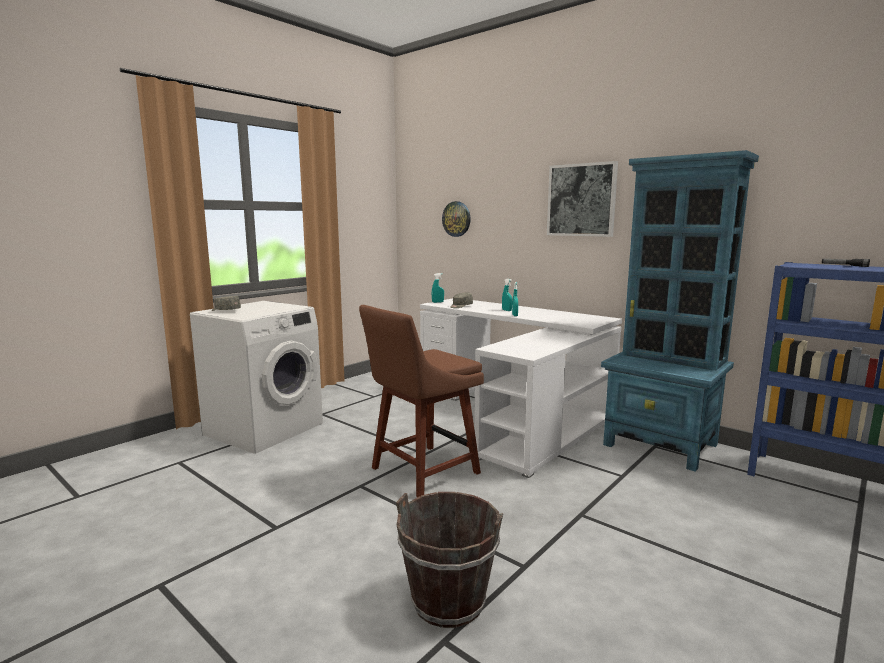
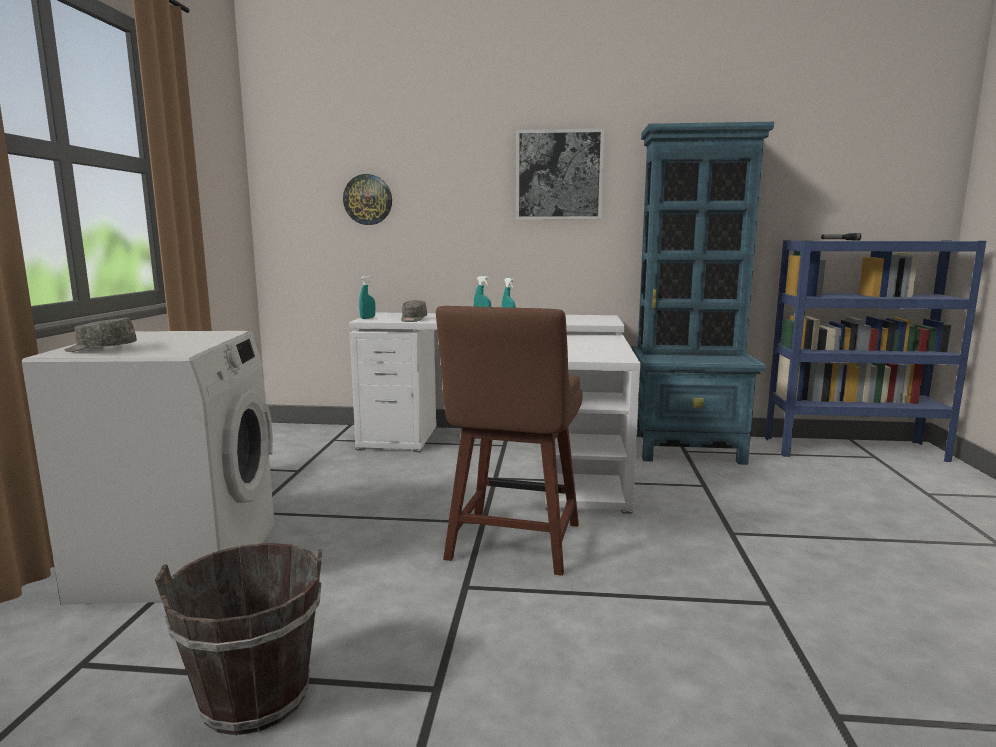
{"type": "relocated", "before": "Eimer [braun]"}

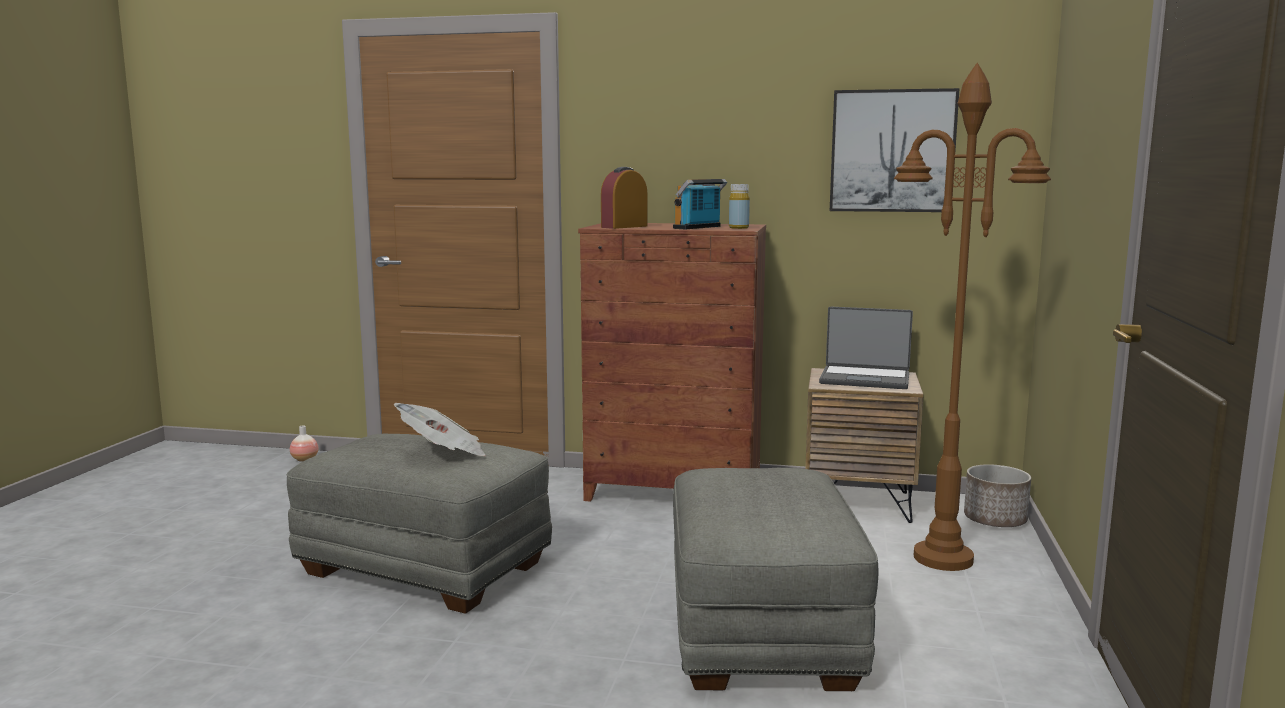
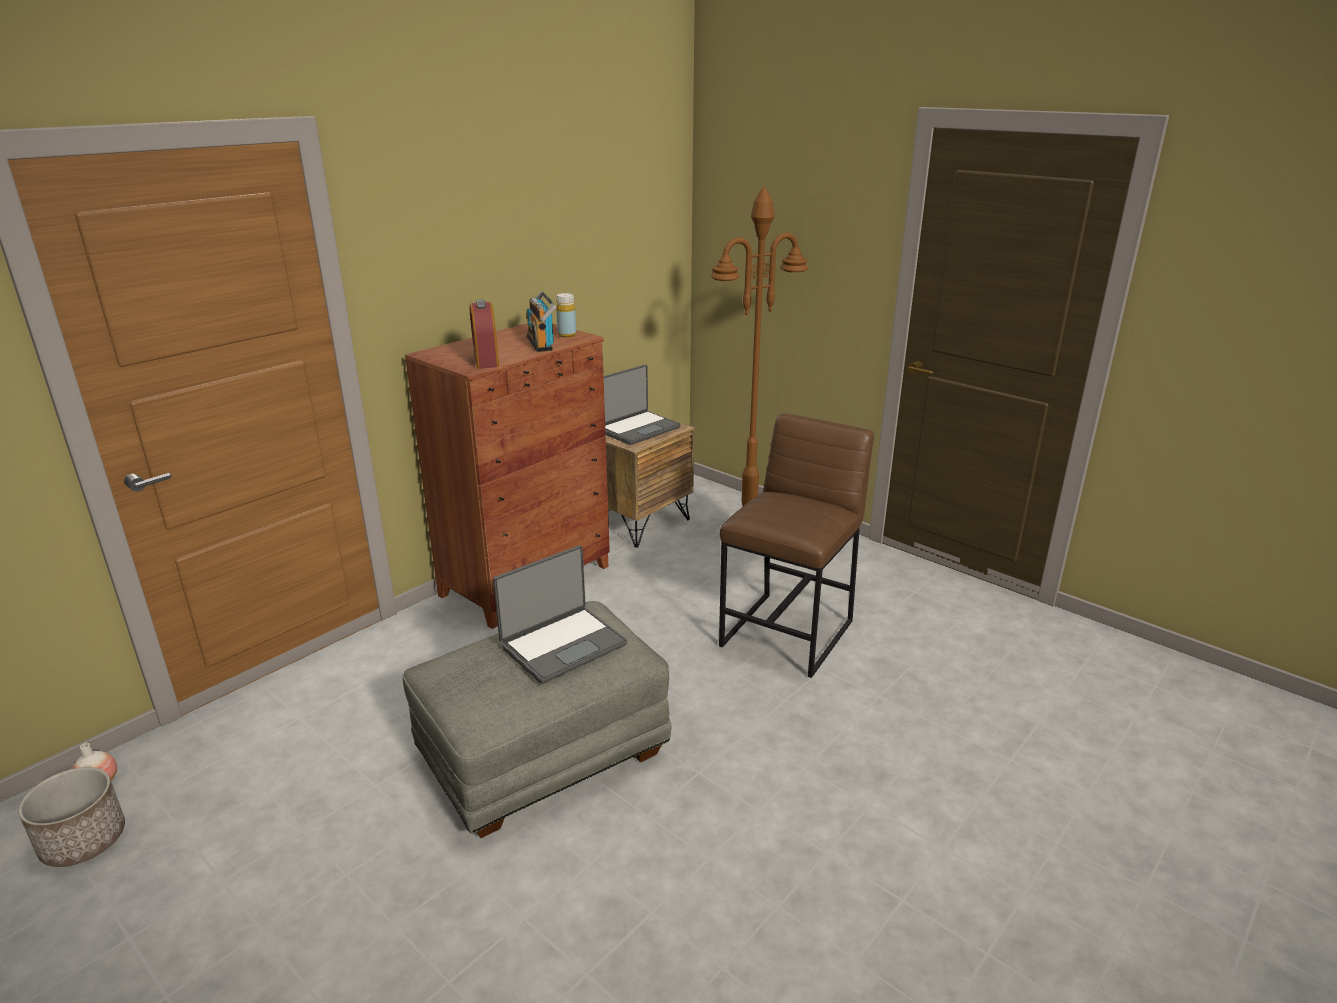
{"type": "exchanged", "before": "Zeitung", "after": "Laptop (no. 1 from left)"}
{"type": "exchanged", "before": "Polsterhocker [grau] (no. 2 from left)", "after": "Stuhl [braun]"}
{"type": "missing", "before": "Bild"}
{"type": "relocated", "before": "Pflanzkübel"}

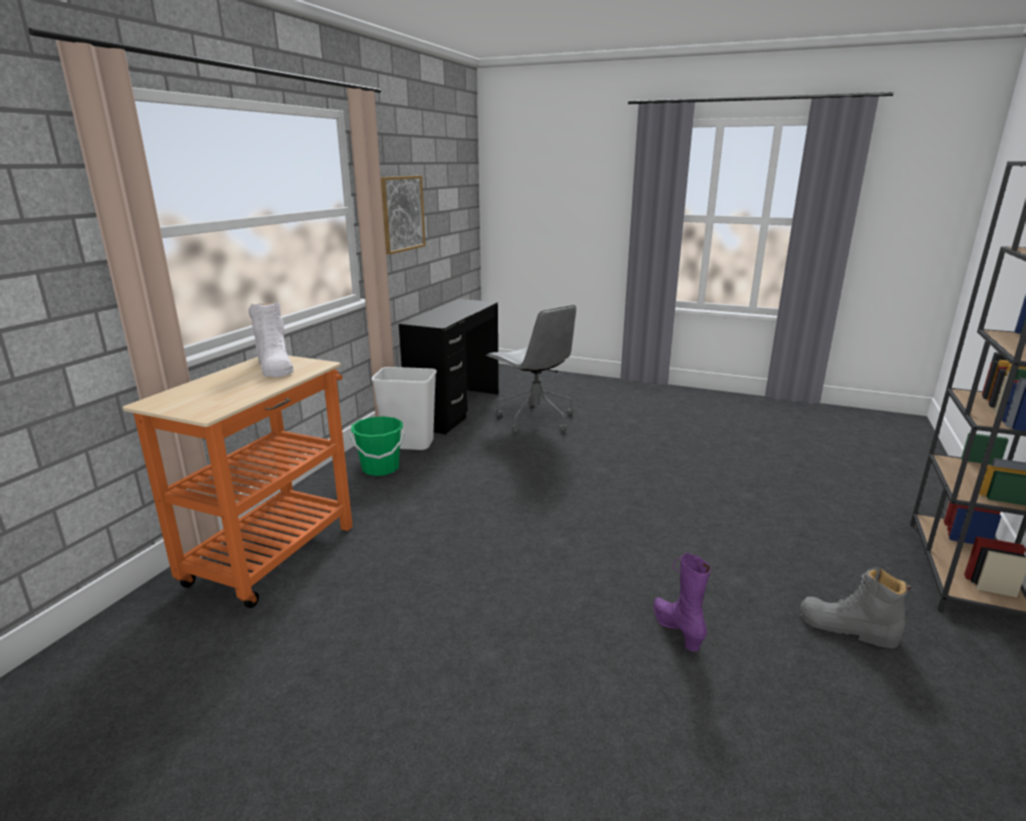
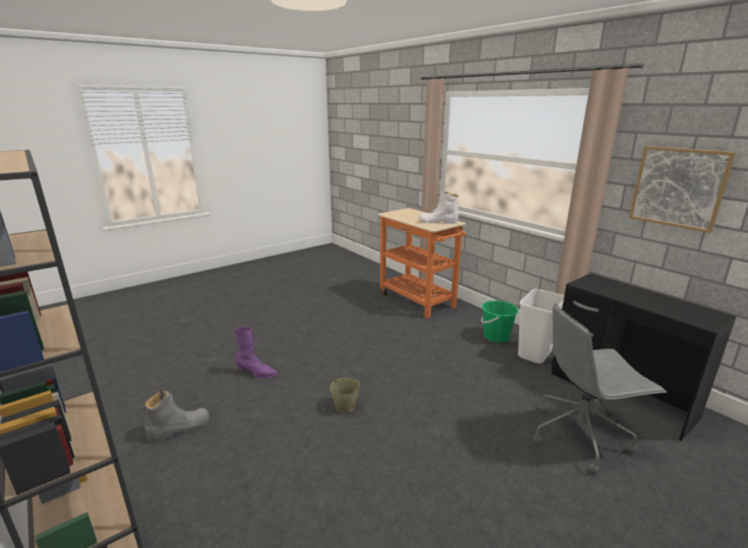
{"type": "appeared", "after": "Eimer [beige]"}

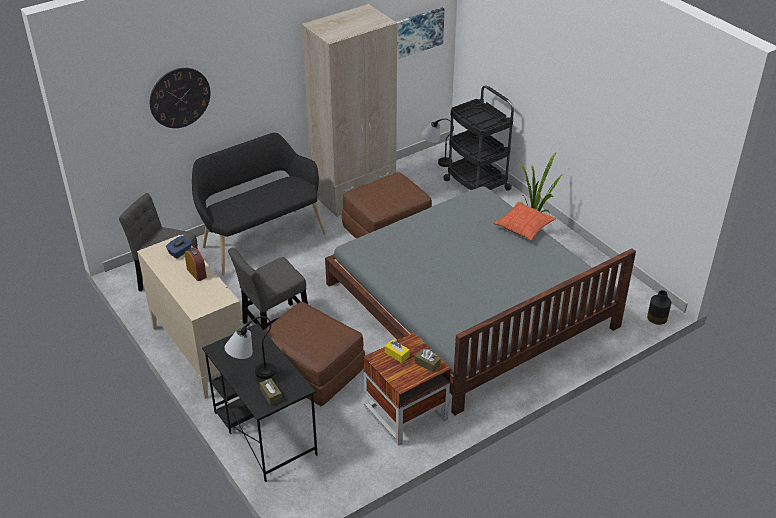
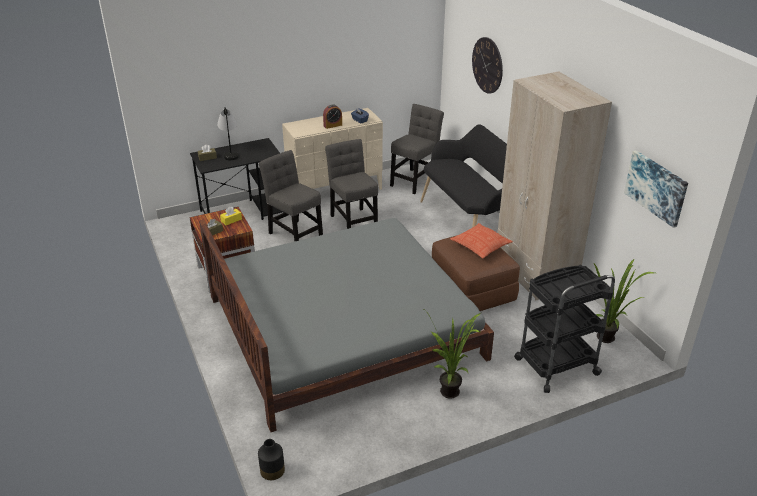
{"type": "exchanged", "before": "Polsterhocker [braun] (no. 1 from left)", "after": "Stuhl [grau] (no. 1 from left)"}
{"type": "exchanged", "before": "Tischlampe (no. 2 from left)", "after": "Topfpflanze (no. 2 from left)"}
{"type": "relocated", "before": "Kissen [orange]"}

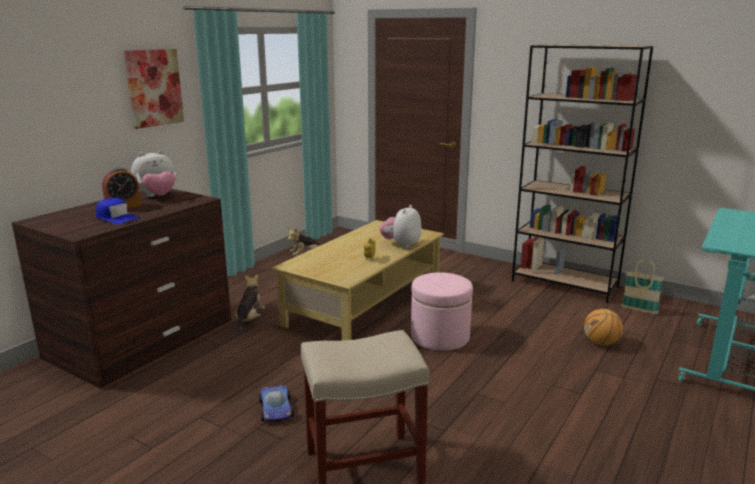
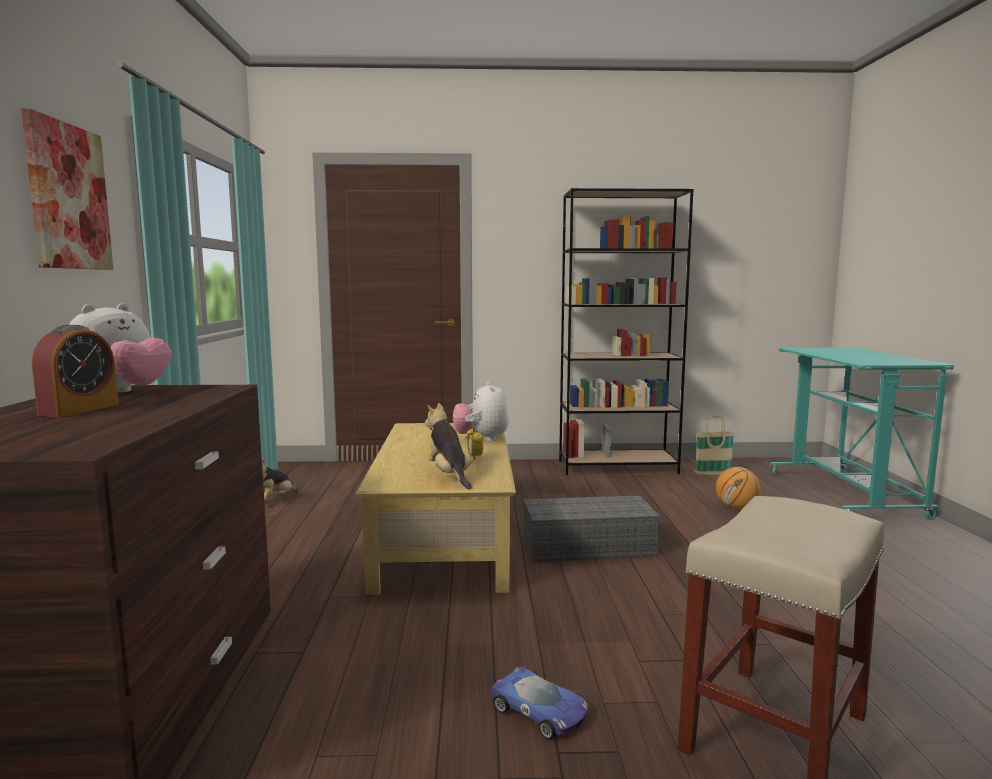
{"type": "missing", "before": "Kappe [blau]"}
{"type": "relocated", "before": "Plüschtier (no. 2 from left in the first image)", "after": "Plüschtier (no. 3 from left)"}
{"type": "exchanged", "before": "Polsterhocker [rosa]", "after": "Aufbewahrungsbox [grau]"}

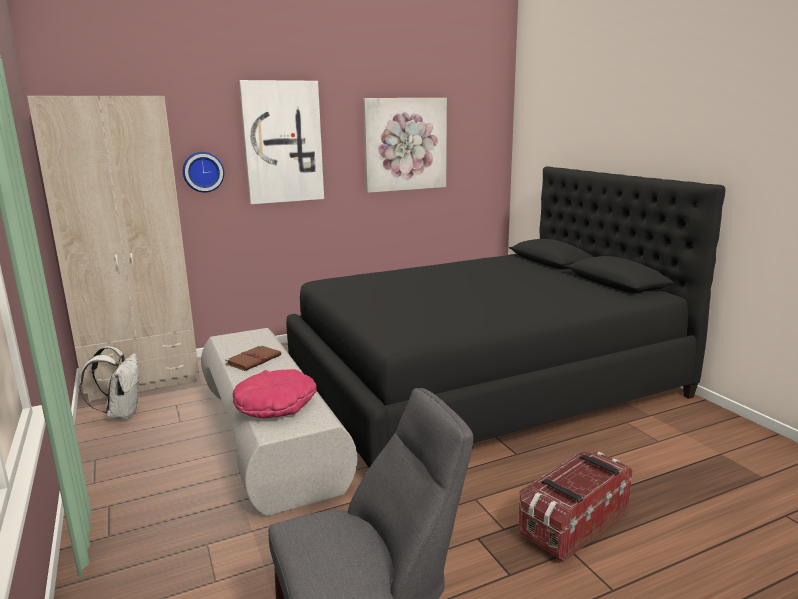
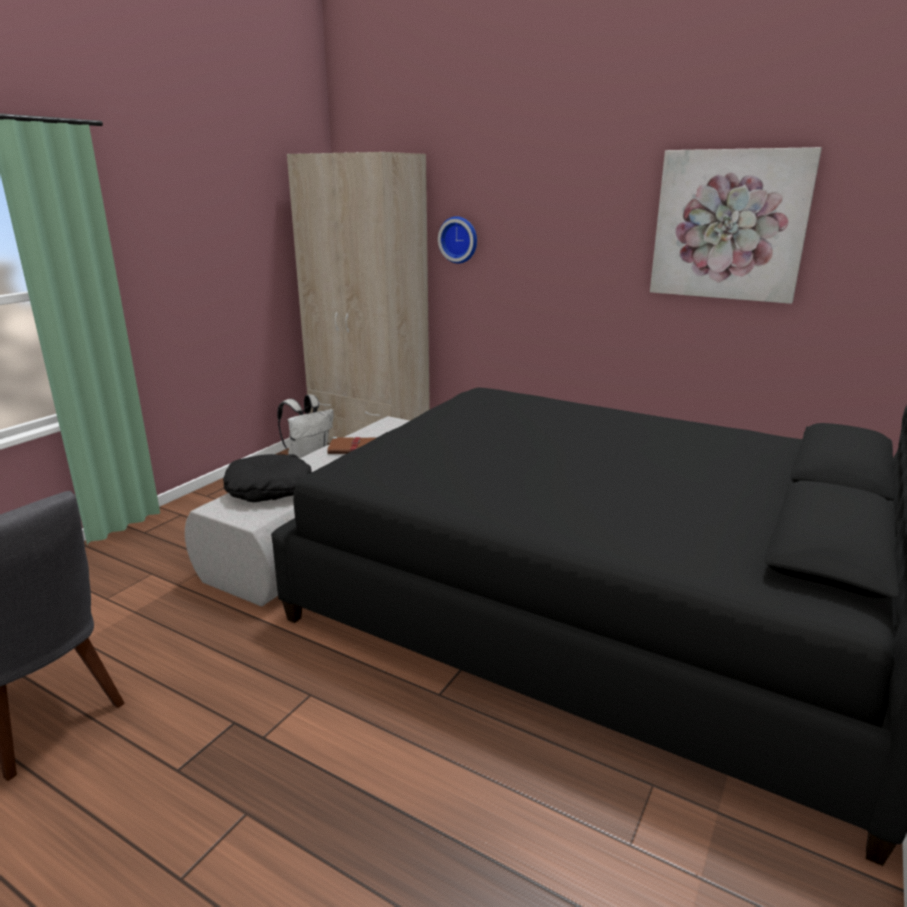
{"type": "colour", "before": "Kissen [rosa]", "after": "Kissen [schwarz]"}
{"type": "missing", "before": "Bild (no. 1 from left)"}
{"type": "missing", "before": "Aufbewahrungsbox"}

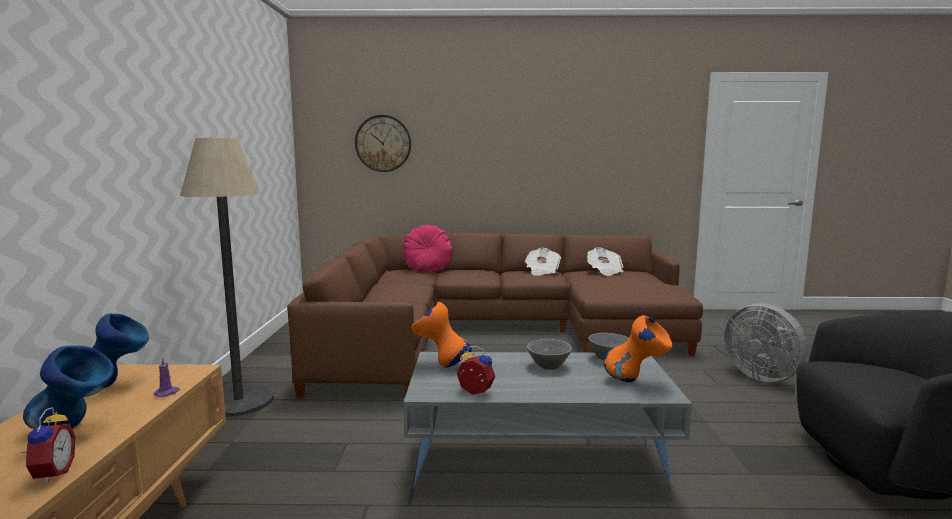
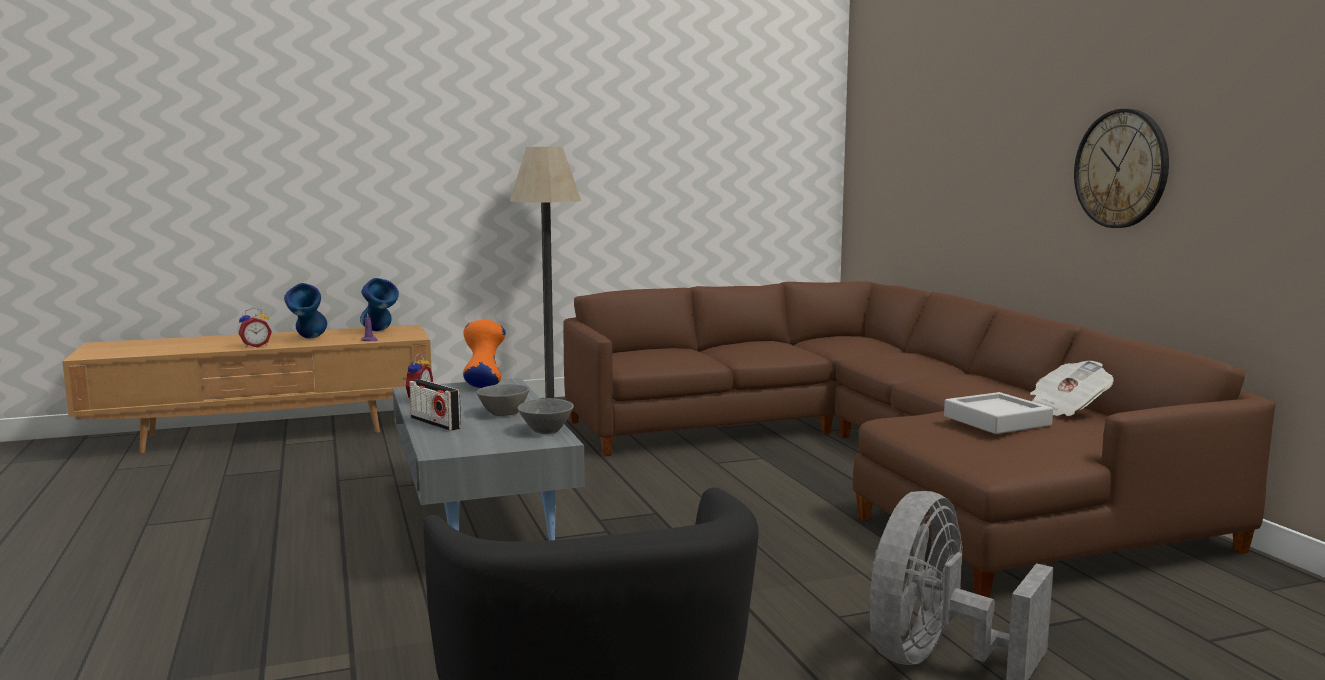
{"type": "relocated", "before": "Wanduhr"}
{"type": "missing", "before": "Kissen [rosa]"}
{"type": "missing", "before": "Zeitung (no. 1 from left)"}
{"type": "missing", "before": "Vase [orange] (no. 2 from left)"}
{"type": "appeared", "after": "Radio"}
{"type": "appeared", "after": "Tablett [grau]"}

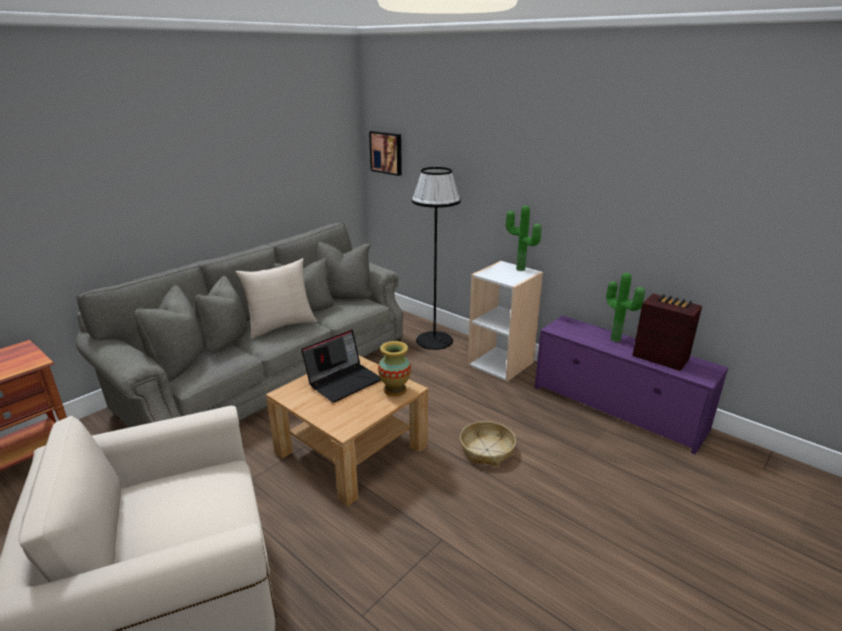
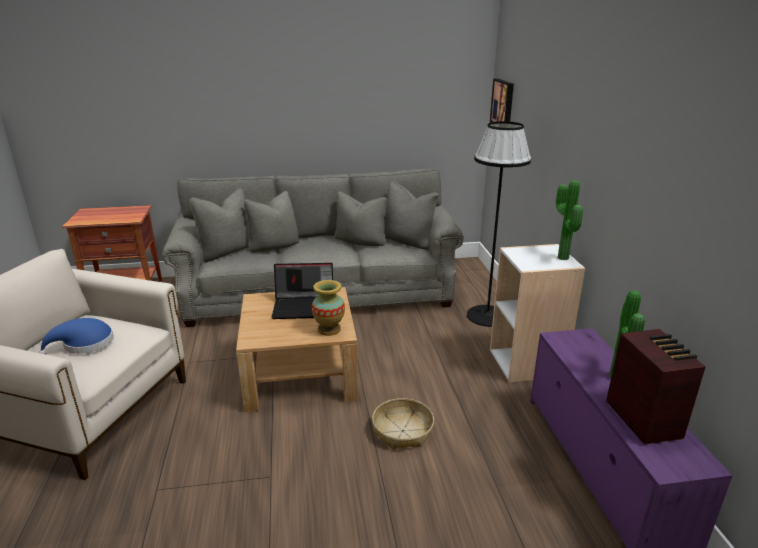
{"type": "missing", "before": "Kissen [beige]"}
{"type": "appeared", "after": "Hut [blau]"}

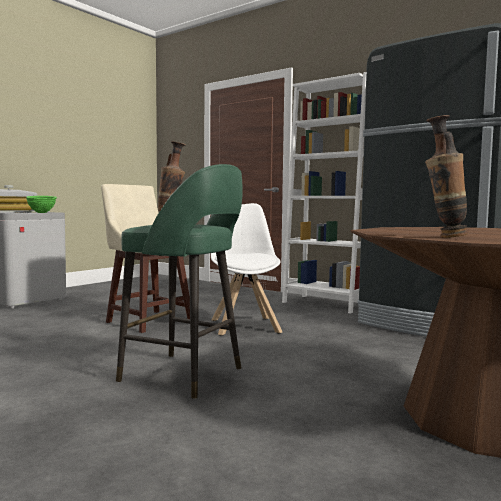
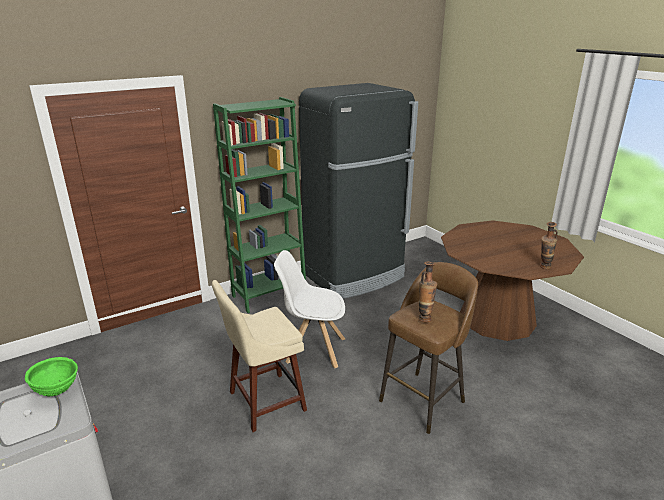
{"type": "colour", "before": "Hocker [grün]", "after": "Hocker [braun]"}
{"type": "colour", "before": "Bücherregal [weiß]", "after": "Bücherregal [grün]"}

